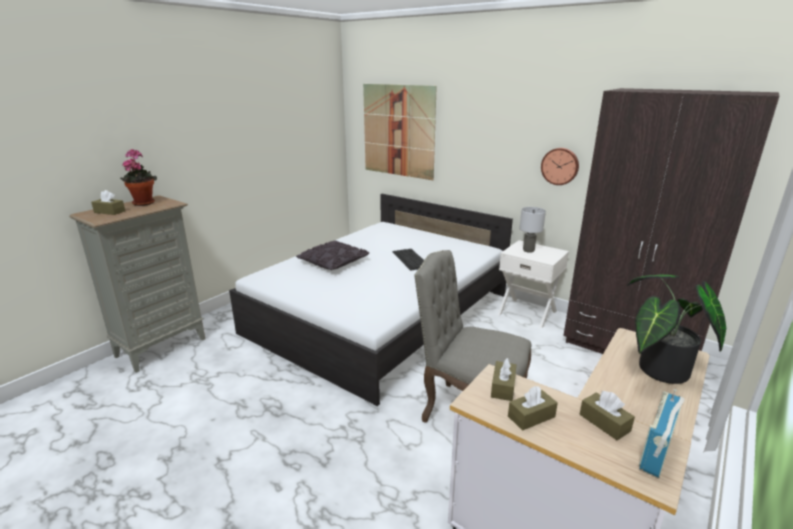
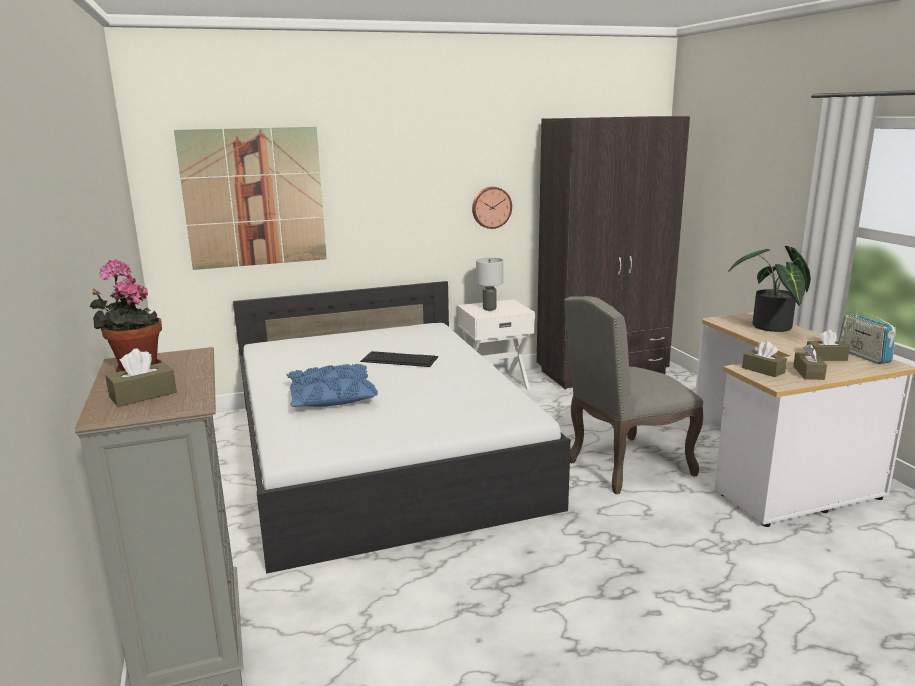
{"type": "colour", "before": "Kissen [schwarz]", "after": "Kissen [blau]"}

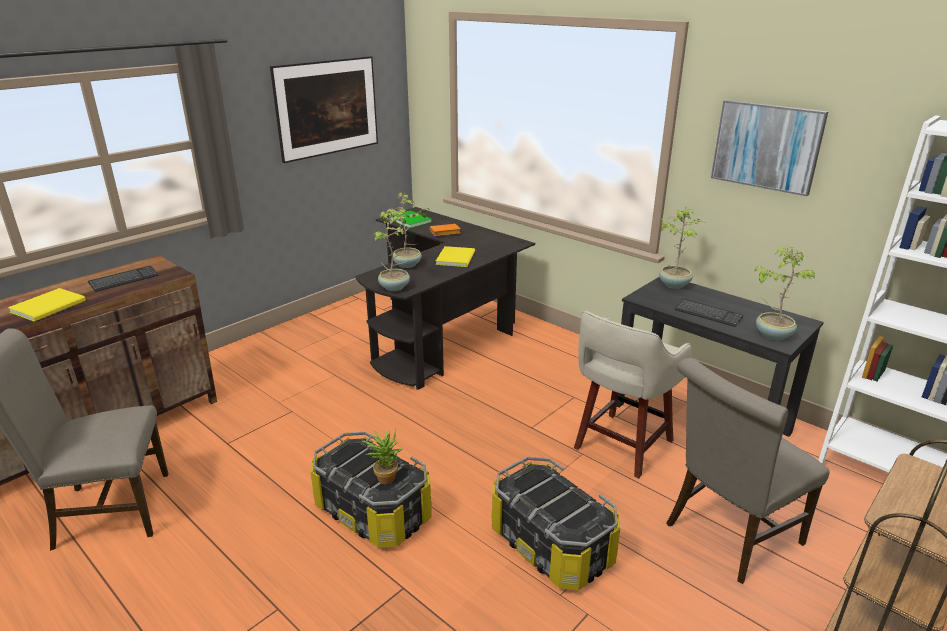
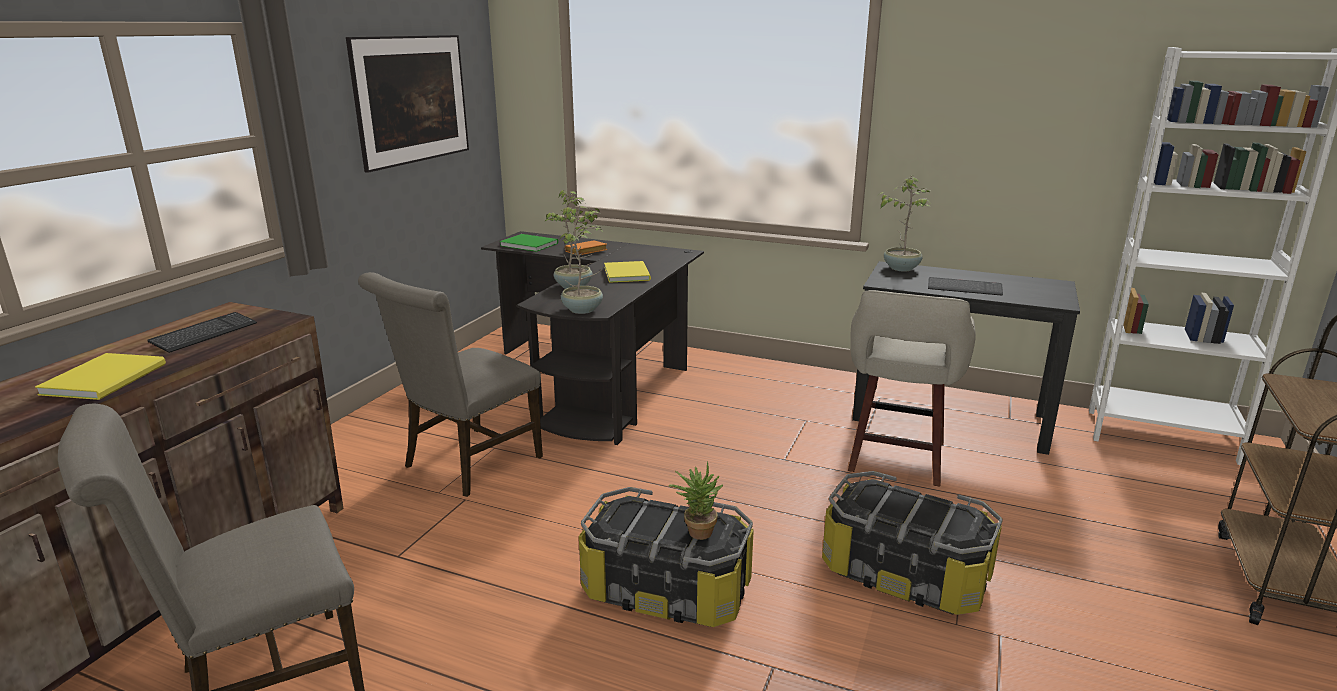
{"type": "relocated", "before": "Stuhl [beige] (no. 2 from left)"}
{"type": "missing", "before": "Bild (no. 2 from left)"}
{"type": "missing", "before": "Topfpflanze (no. 5 from left)"}

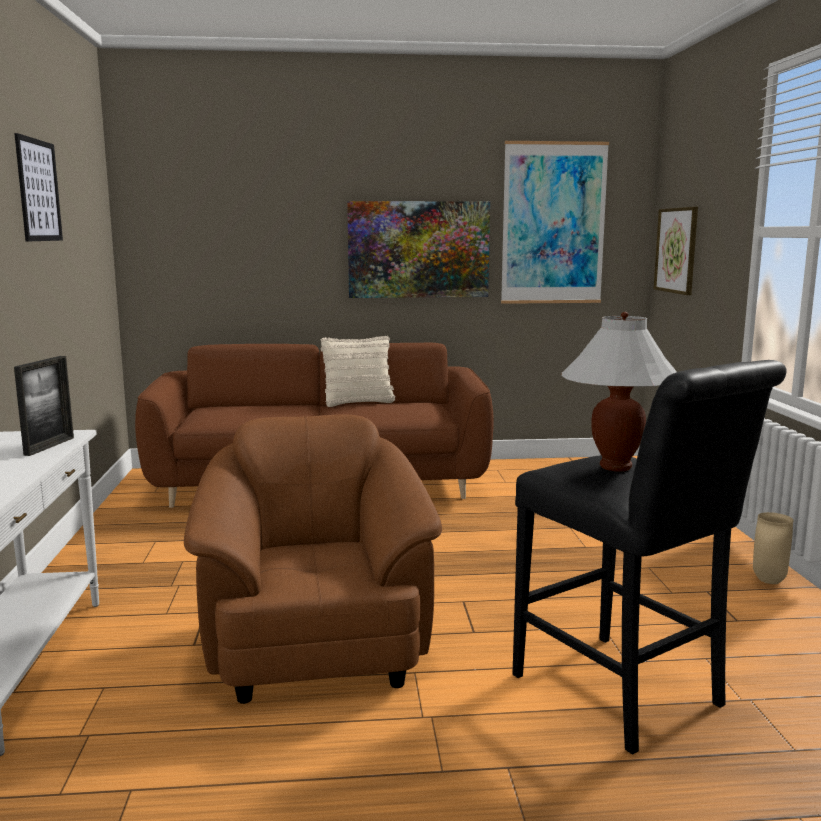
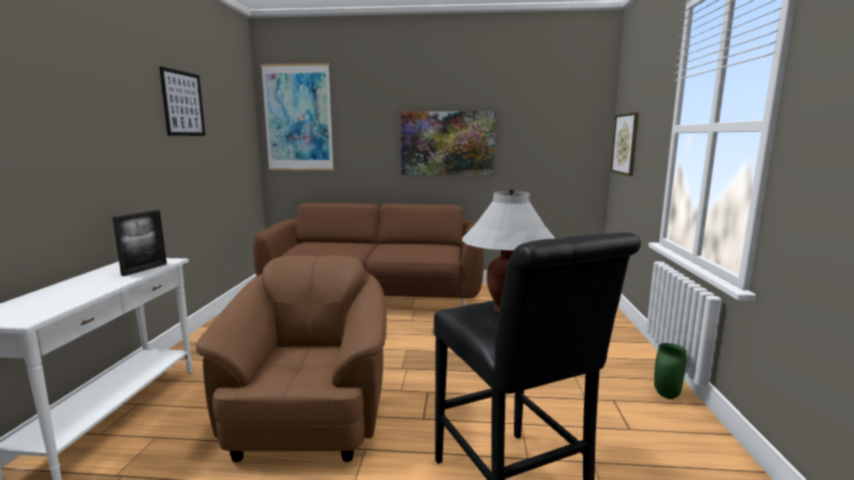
{"type": "missing", "before": "Kissen [beige]"}
{"type": "relocated", "before": "Bild (no. 3 from left in the first image)", "after": "Bild (no. 2 from left)"}
{"type": "colour", "before": "Vase [beige]", "after": "Vase [grün]"}

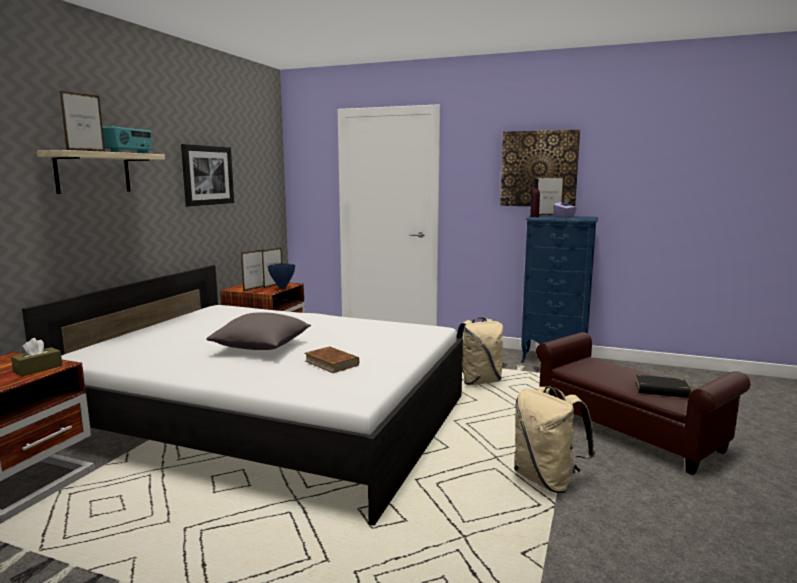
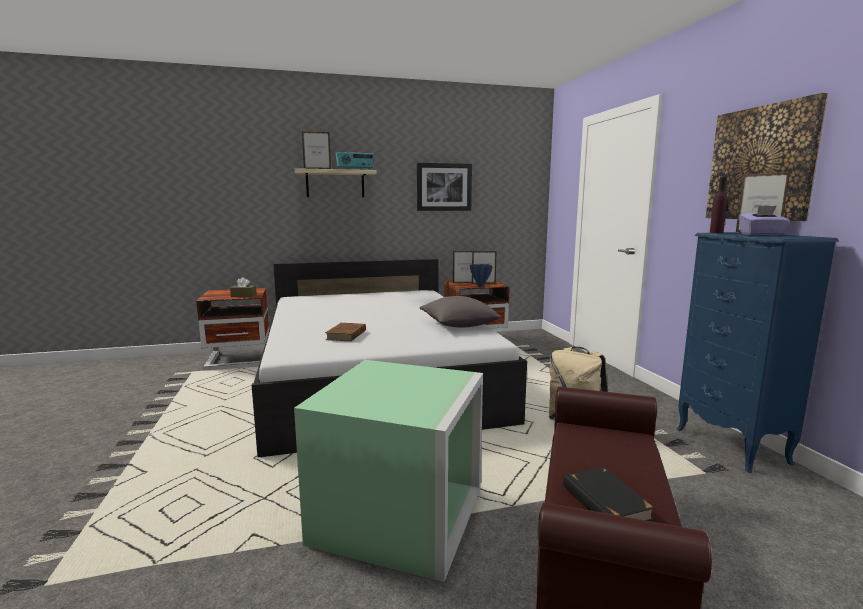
{"type": "relocated", "before": "Kissen [grau]"}
{"type": "exchanged", "before": "Rucksack [beige] (no. 2 from left)", "after": "Aufbewahrungsbox [grün]"}

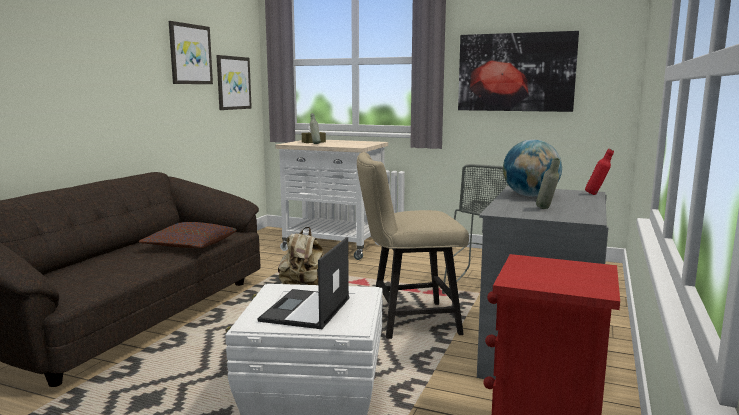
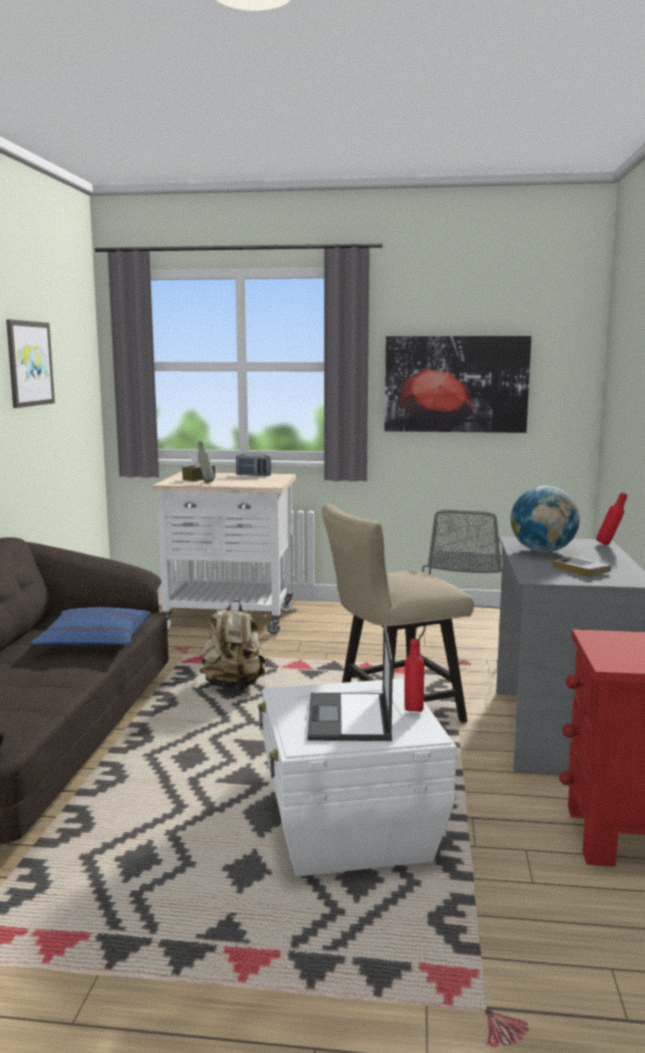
{"type": "colour", "before": "Kissen [braun]", "after": "Kissen [blau]"}
{"type": "missing", "before": "Bild (no. 2 from left)"}
{"type": "exchanged", "before": "Flasche [grau] (no. 2 from left)", "after": "Buch"}
{"type": "appeared", "after": "Radio"}
{"type": "appeared", "after": "Flasche [rot] (no. 1 from left)"}

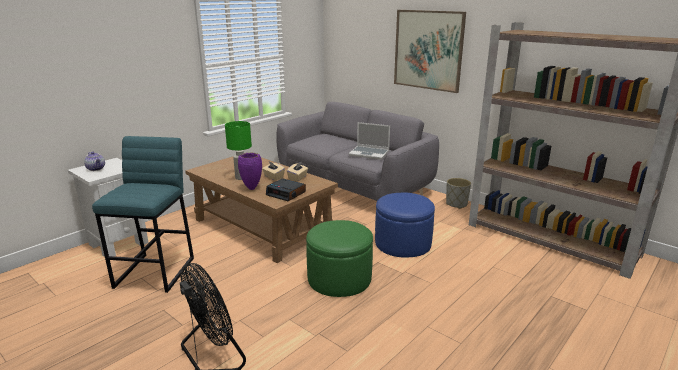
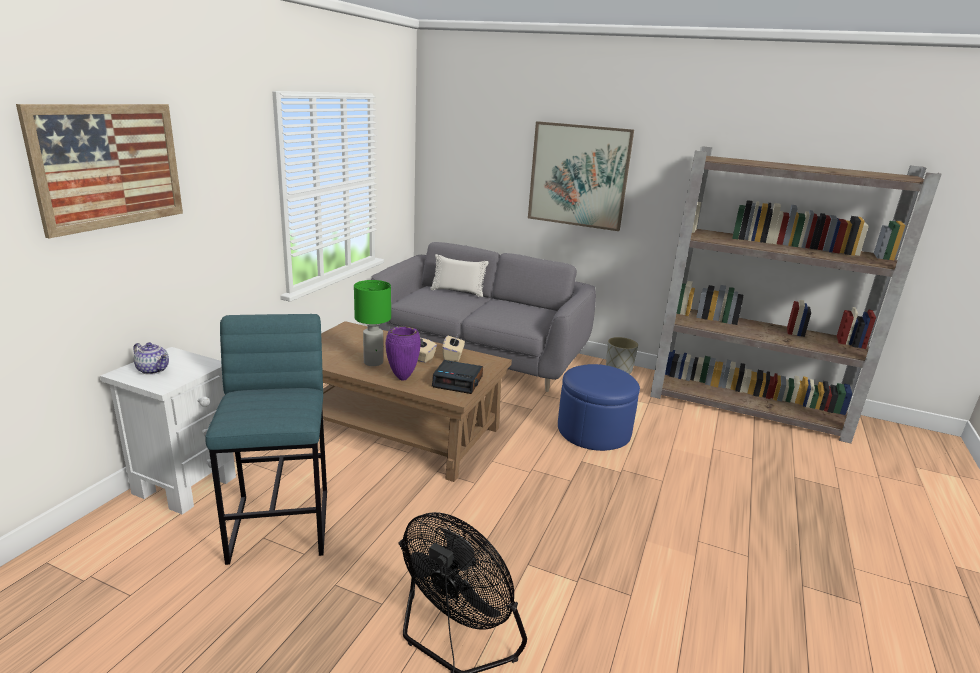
{"type": "missing", "before": "Polsterhocker [grün]"}
{"type": "missing", "before": "Laptop"}
{"type": "appeared", "after": "Bild (no. 1 from left)"}
{"type": "appeared", "after": "Kissen [weiß]"}

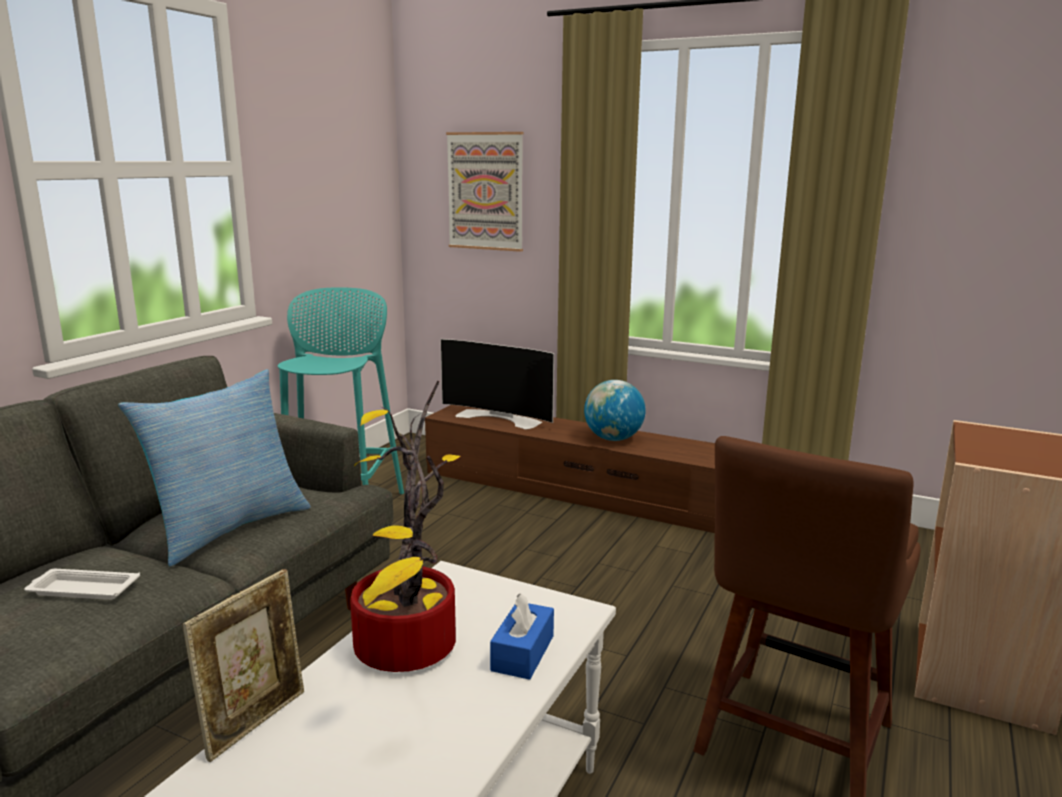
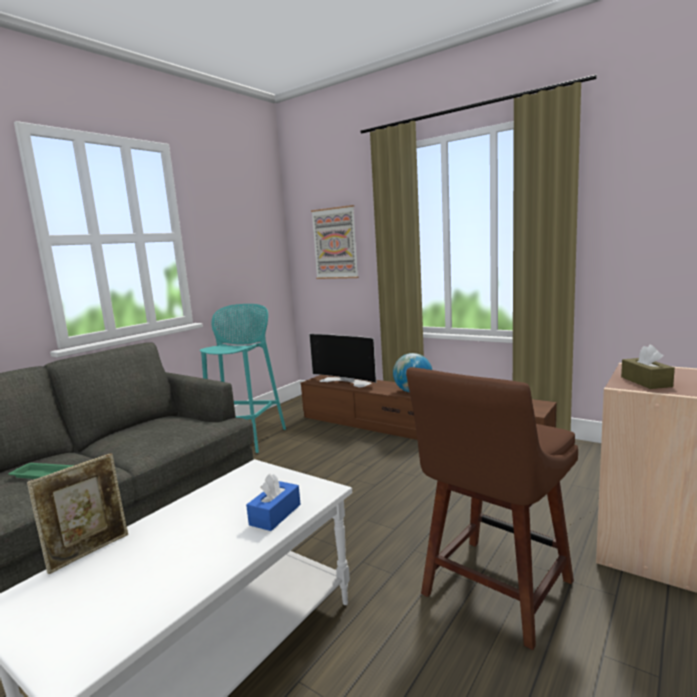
{"type": "colour", "before": "Tablett [weiß]", "after": "Tablett [grün]"}
{"type": "missing", "before": "Kissen"}
{"type": "missing", "before": "Topfpflanze"}
{"type": "appeared", "after": "Taschentuchbox [braun]"}

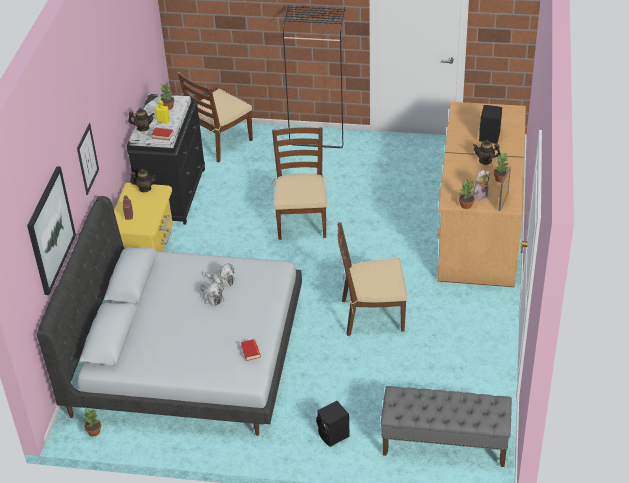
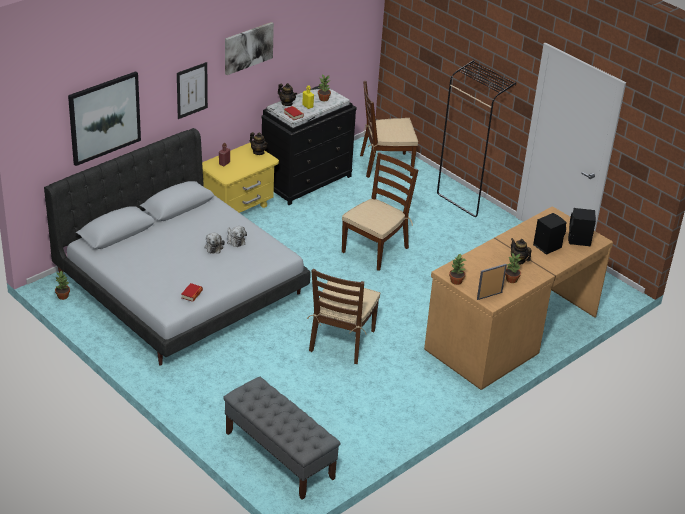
{"type": "relocated", "before": "Lautsprecher [schwarz] (no. 1 from left in the first image)", "after": "Lautsprecher [schwarz] (no. 2 from left)"}
{"type": "spun", "before": "Stuhl [braun] (no. 3 from left in the first image)", "turn": -105}
{"type": "missing", "before": "Plüschtier (no. 3 from left)"}
{"type": "appeared", "after": "Bild (no. 3 from left)"}

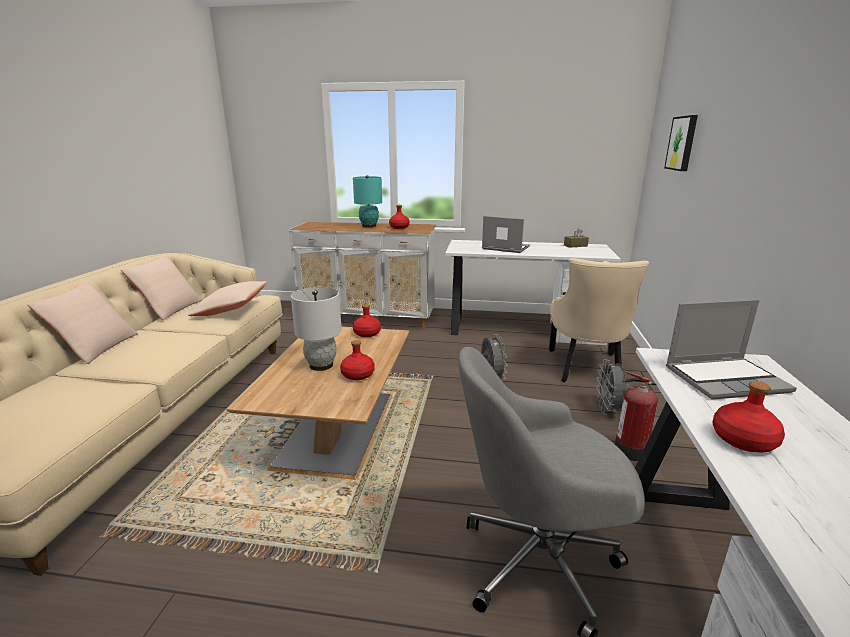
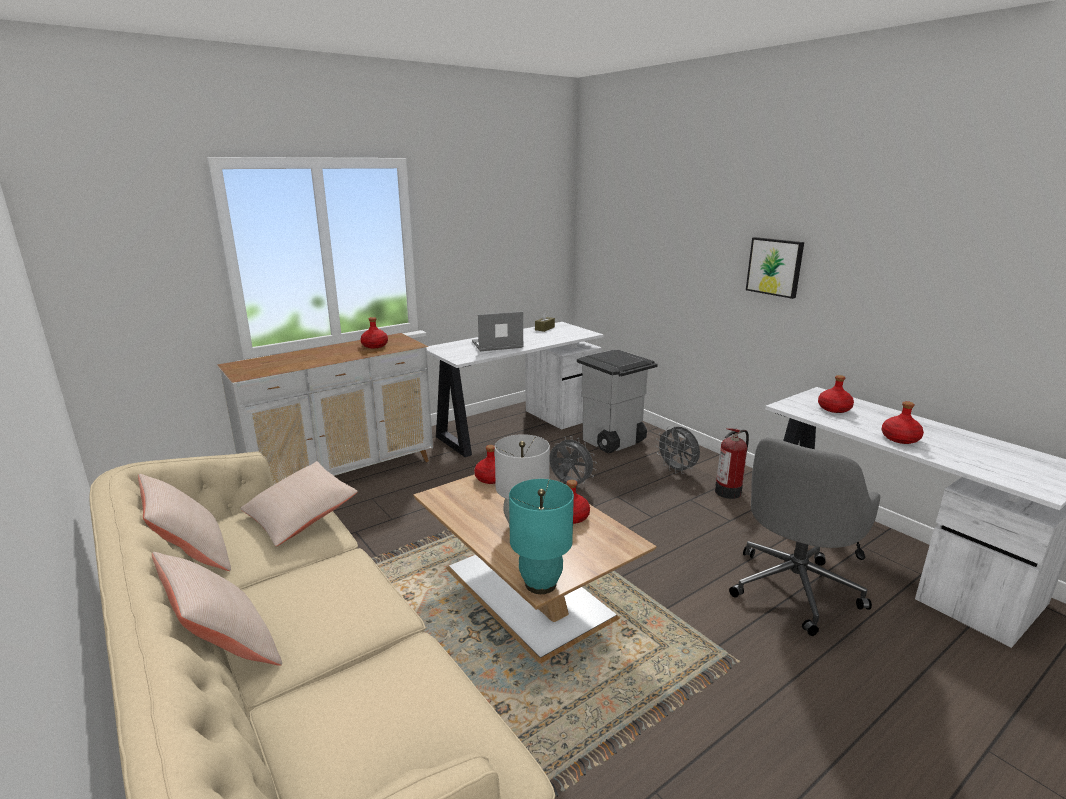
{"type": "relocated", "before": "Tischlampe [türkis]"}
{"type": "exchanged", "before": "Stuhl [beige]", "after": "Mülleimer [grau]"}
{"type": "relocated", "before": "Bild"}
{"type": "exchanged", "before": "Laptop (no. 2 from left)", "after": "Flasche [rot] (no. 4 from left)"}

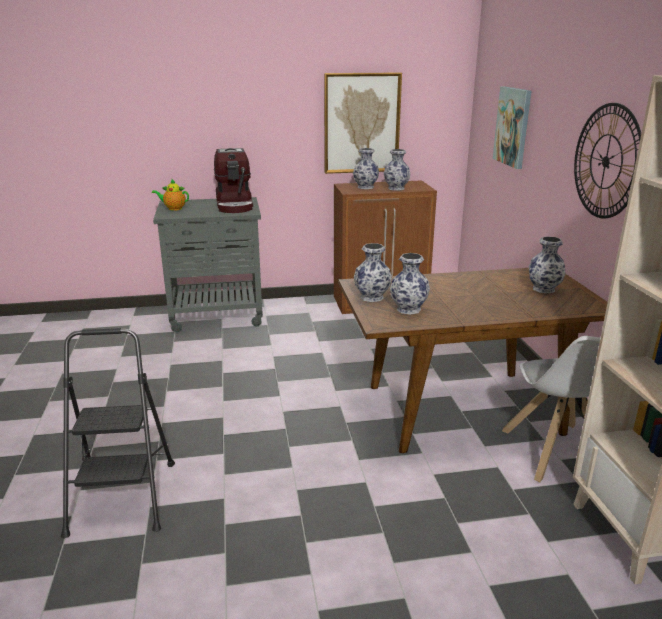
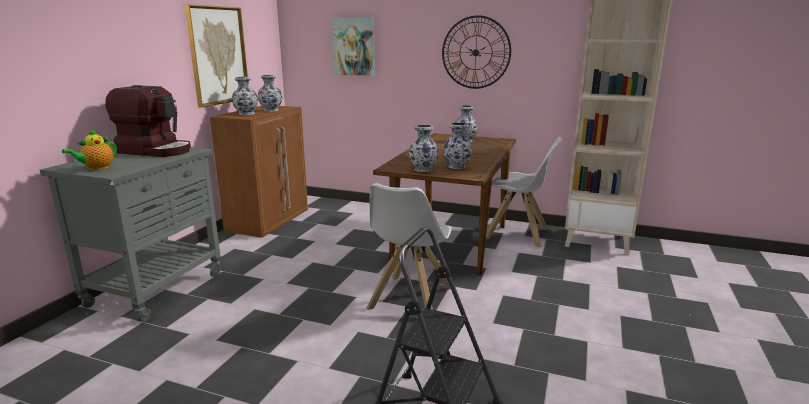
{"type": "appeared", "after": "Stuhl (no. 1 from left)"}

